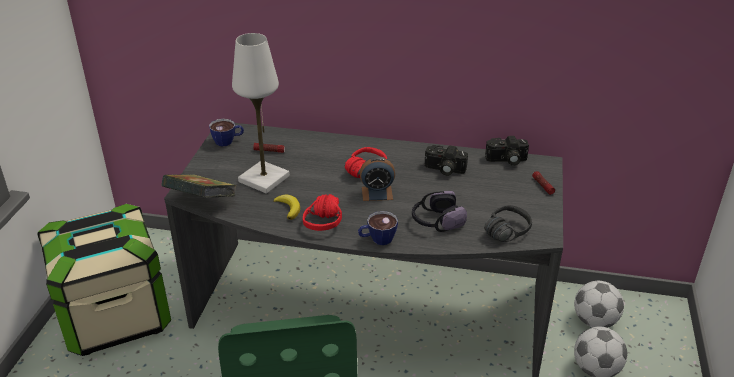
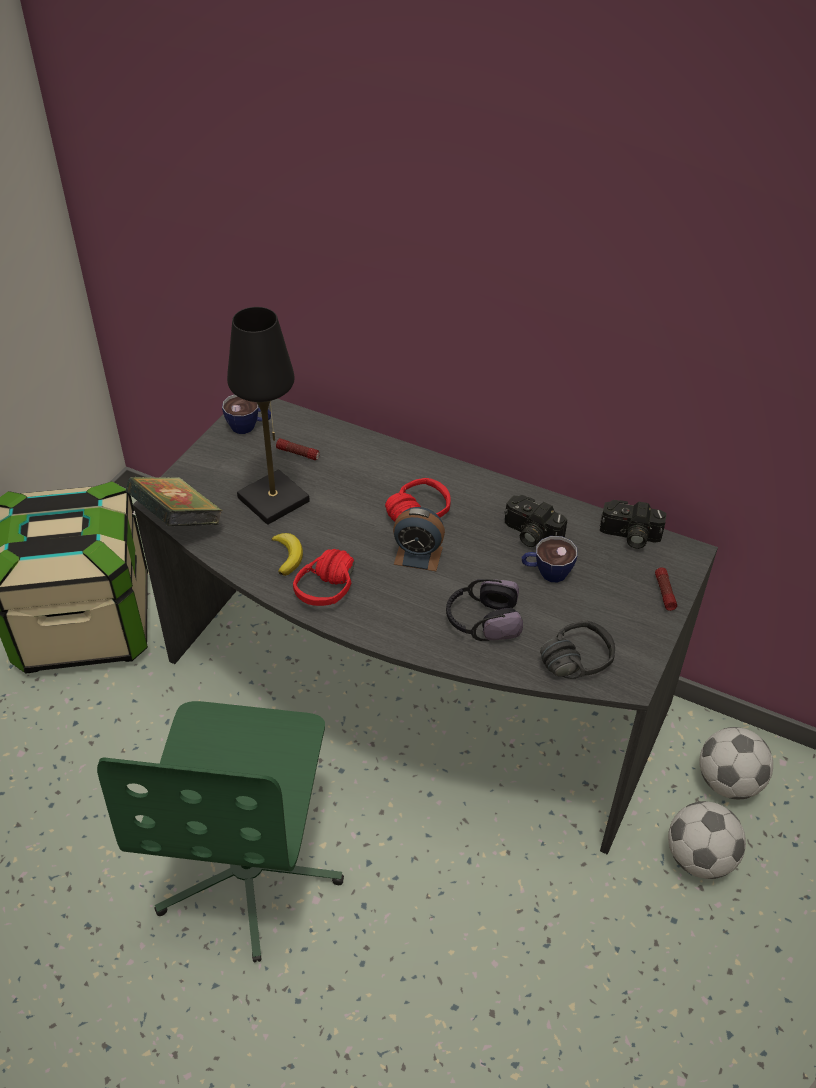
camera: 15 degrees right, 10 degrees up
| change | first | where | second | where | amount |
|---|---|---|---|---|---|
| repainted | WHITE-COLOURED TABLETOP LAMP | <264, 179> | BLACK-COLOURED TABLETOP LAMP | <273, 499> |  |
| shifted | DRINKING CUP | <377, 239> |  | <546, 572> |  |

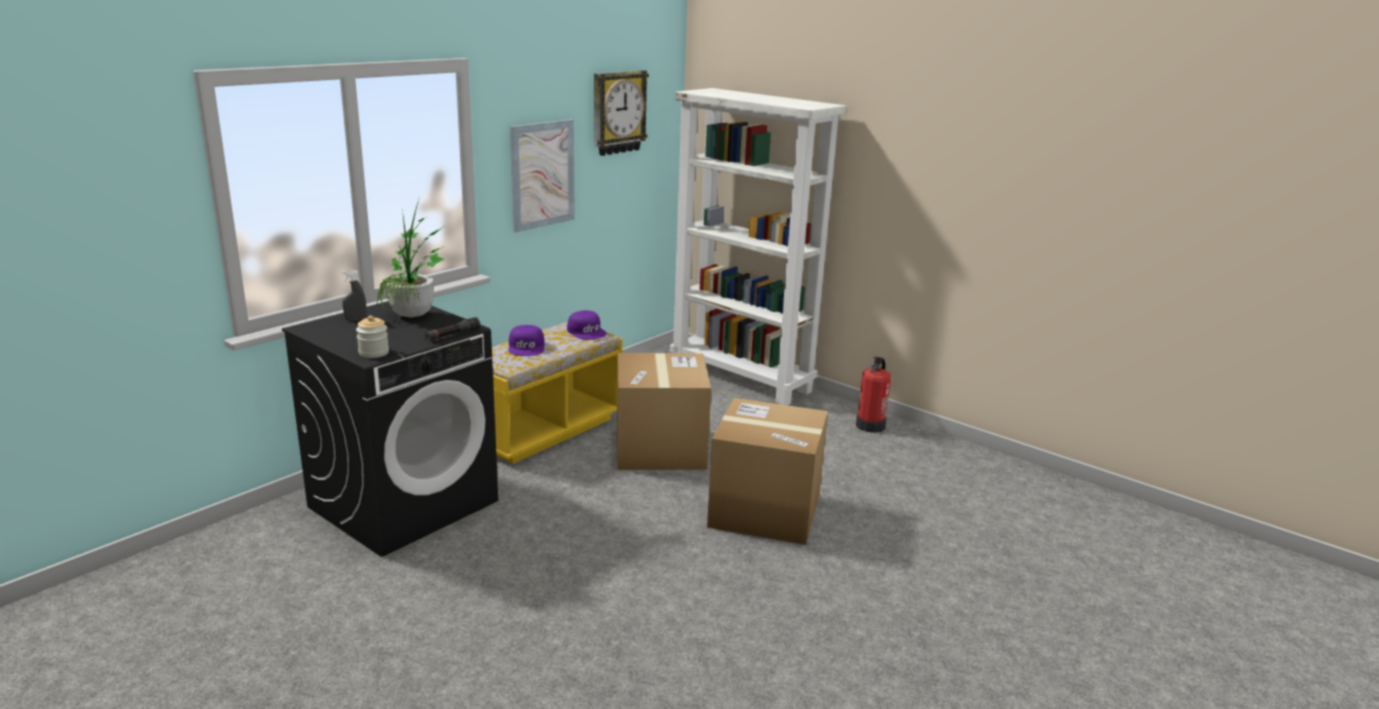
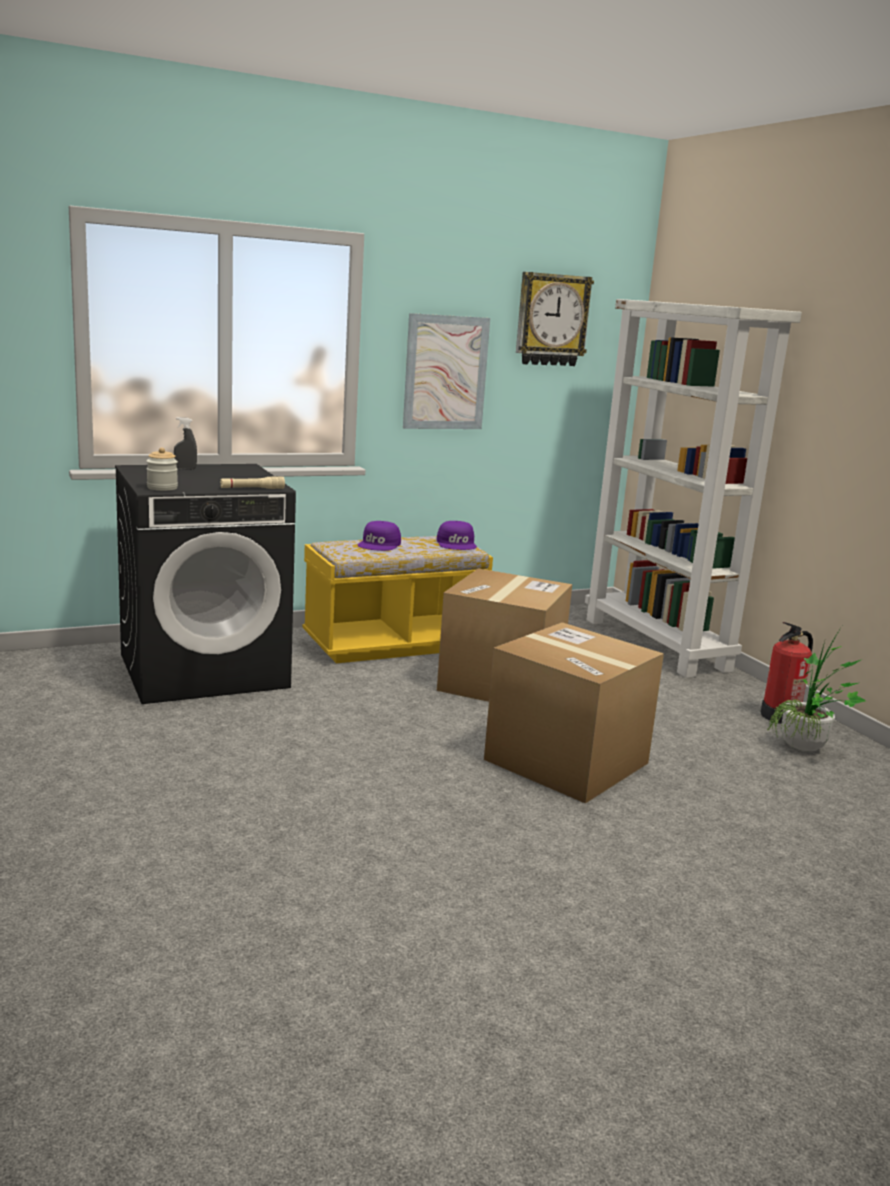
camera: 25 degrees right, 5 degrees down
| change | first | where | second | where | amount |
|---|---|---|---|---|---|
| shifted | PLANT IN A POT | <414, 318> |  | <805, 752> |  |
| repainted | BLACK-COLOURED FLASHLIGHT | <452, 334> | BEIGE FLASHLIGHT | <252, 489> |  |

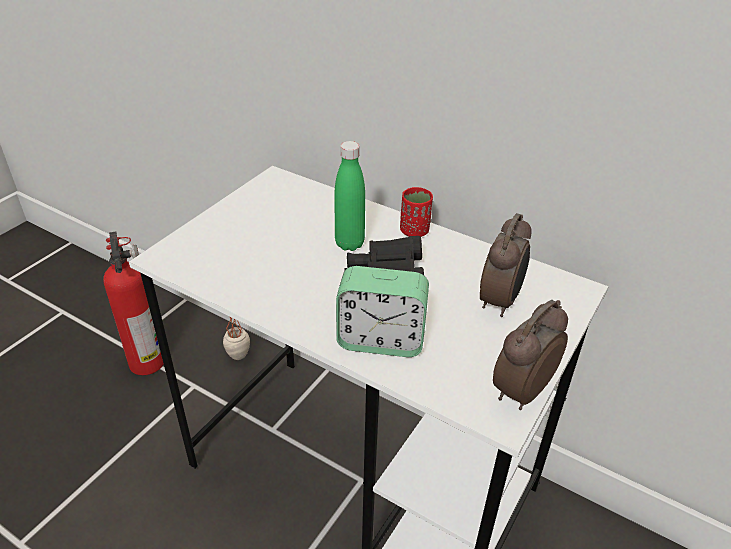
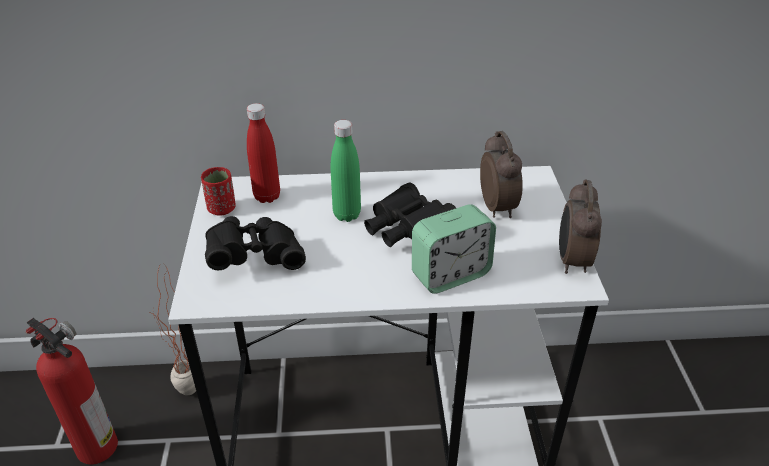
camera: 35 degrees left, 0 degrees up
| change | first | where | second | where | amount |
|---|---|---|---|---|---|
| shifted | REDDISH DRINKING CUP | <414, 231> |  | <222, 209> |  |
| new |  |  | REDDISH BEVERAGE BOTTLE | <267, 196> |  |
| new |  |  | BLACK-COLOURED PAIR OF BINOCULARS | <255, 257> |  |

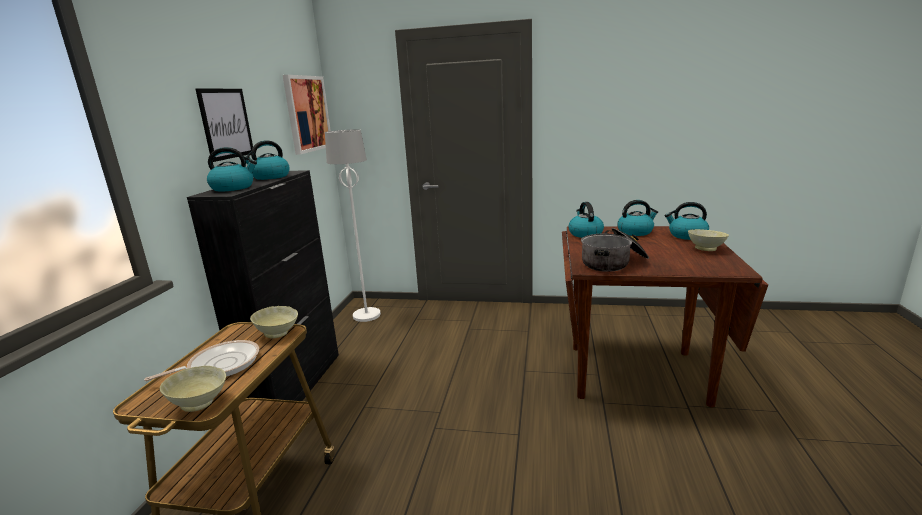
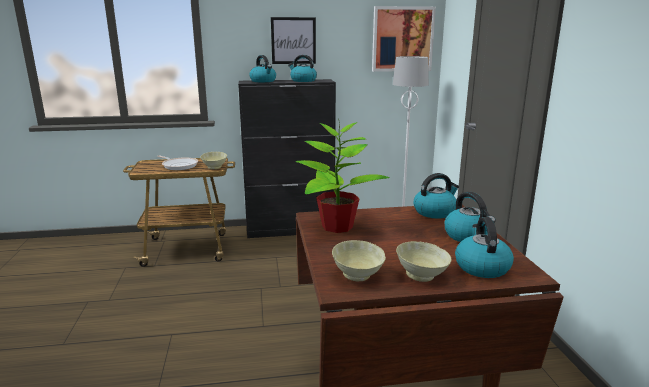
camera: 70 degrees right, 0 degrees up
| change | first | where | second | where | amount |
|---|---|---|---|---|---|
| swapped | COOKING POT | <613, 262> | PLANT IN A POT | <336, 226> |  |
| shifted | BEIGE SERVING BOWL | <200, 403> |  | <357, 276> |  |

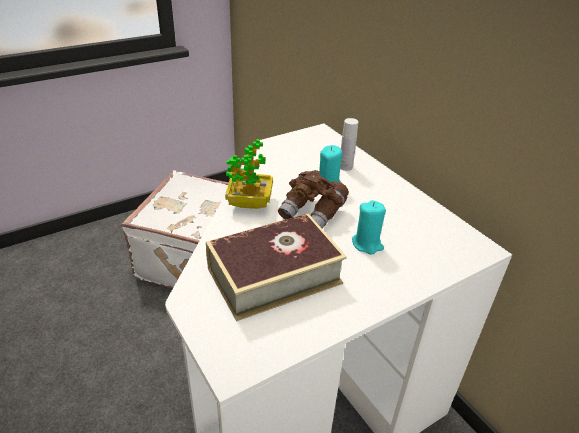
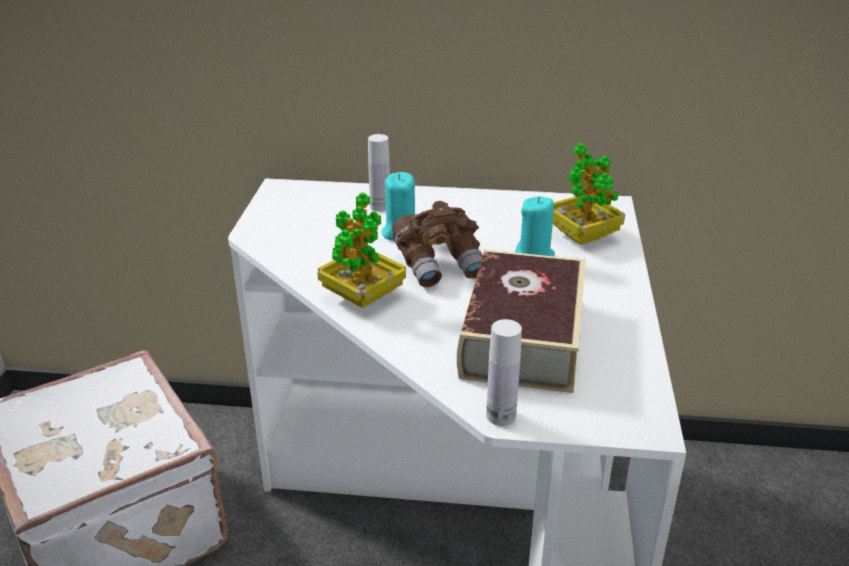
camera: 50 degrees left, 5 degrees down
| change | first | where | second | where | amount |
|---|---|---|---|---|---|
| new |  |  | PLANT IN A POT | <582, 236> |  |
| new |  |  | WHITE-COLOURED BEVERAGE BOTTLE | <501, 416> |  |

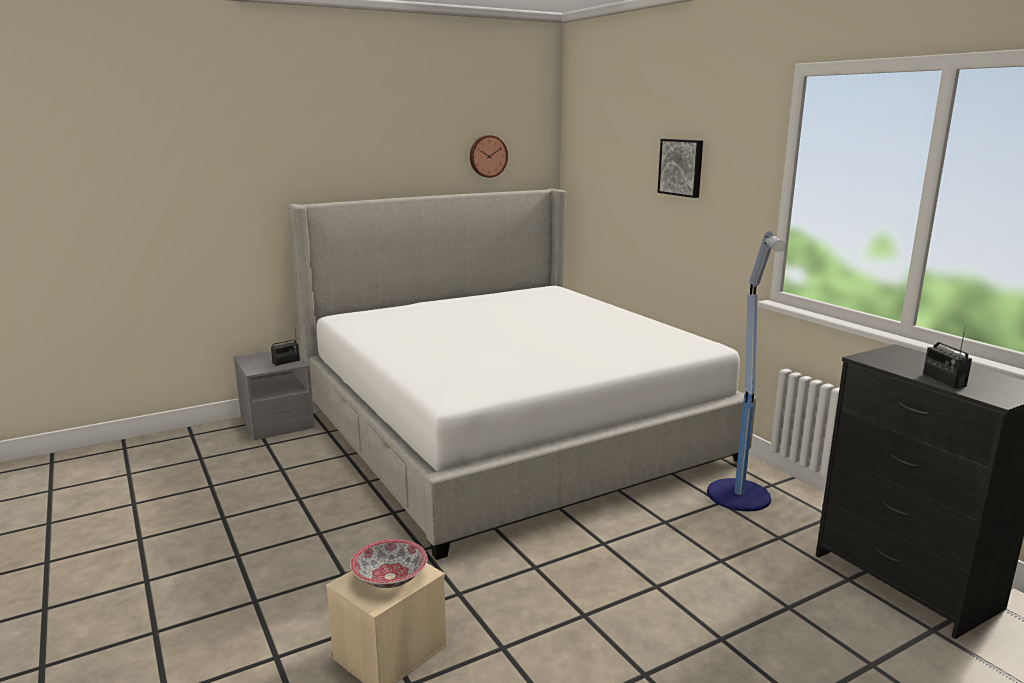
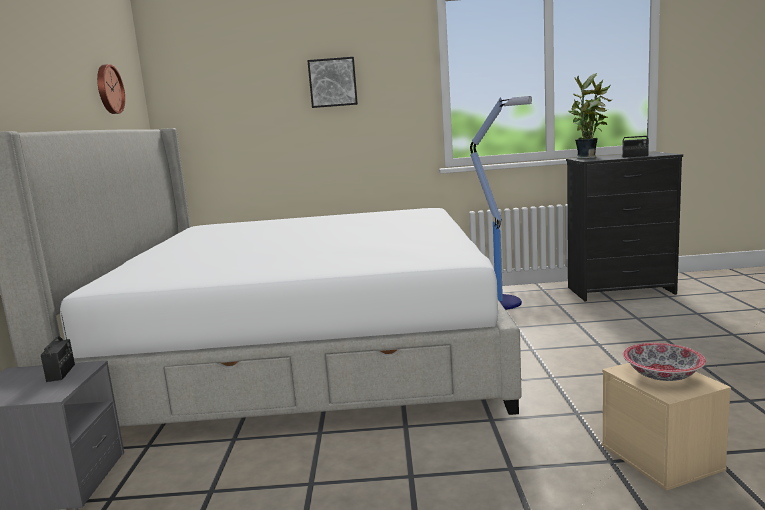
camera: 60 degrees left, 5 degrees down
| change | first | where | second | where | amount |
|---|---|---|---|---|---|
| new |  |  | PLANT IN A POT | <588, 158> |  |

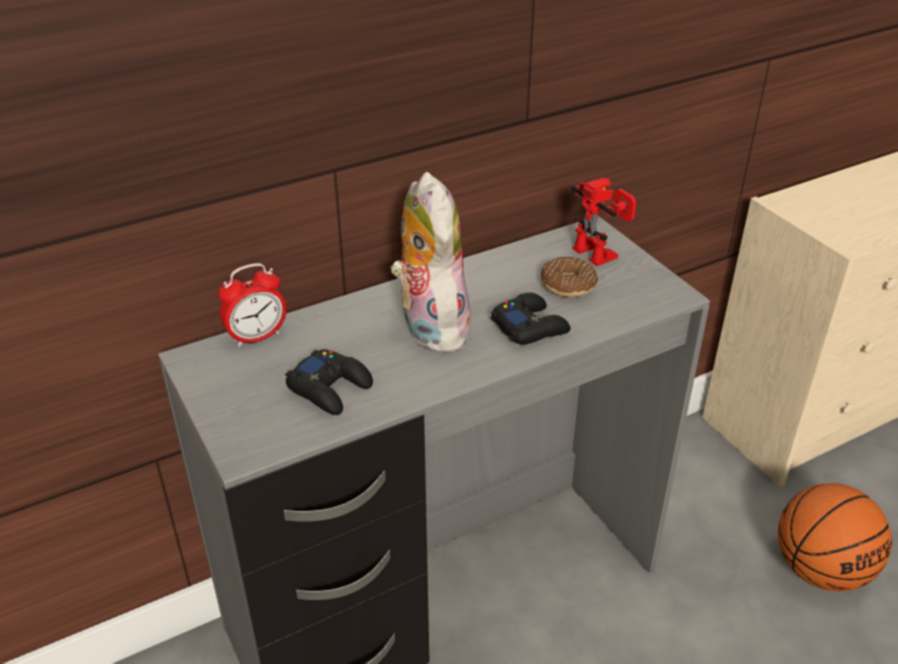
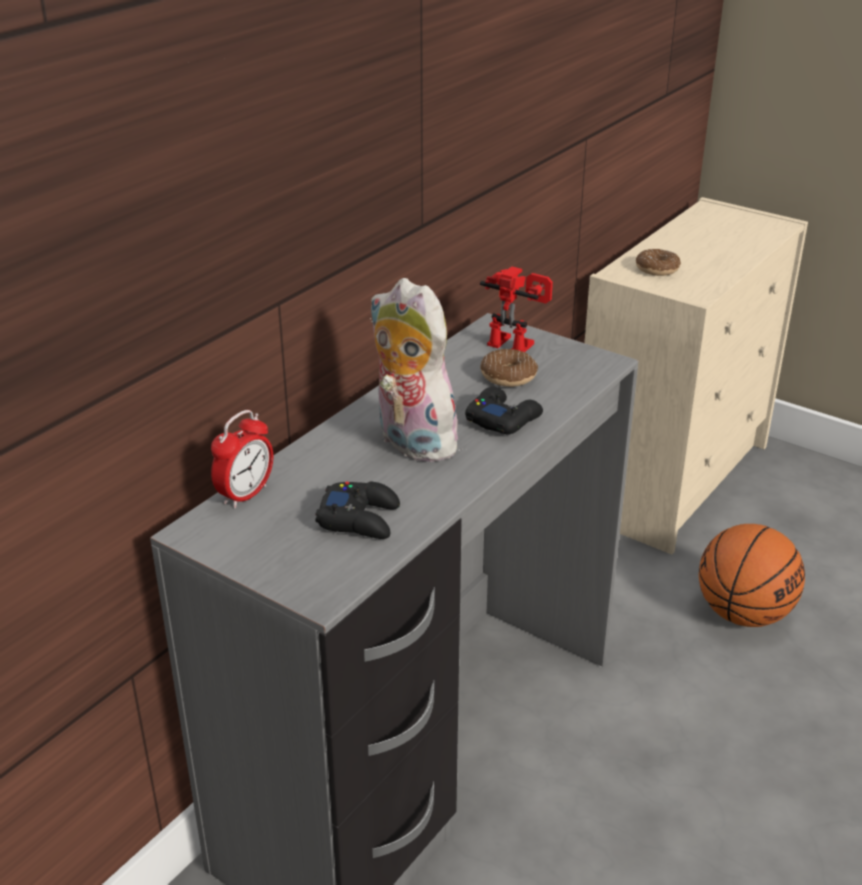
camera: 25 degrees left, 5 degrees down
| change | first | where | second | where | amount |
|---|---|---|---|---|---|
| new |  |  | DOUGHNUT | <657, 269> |  |

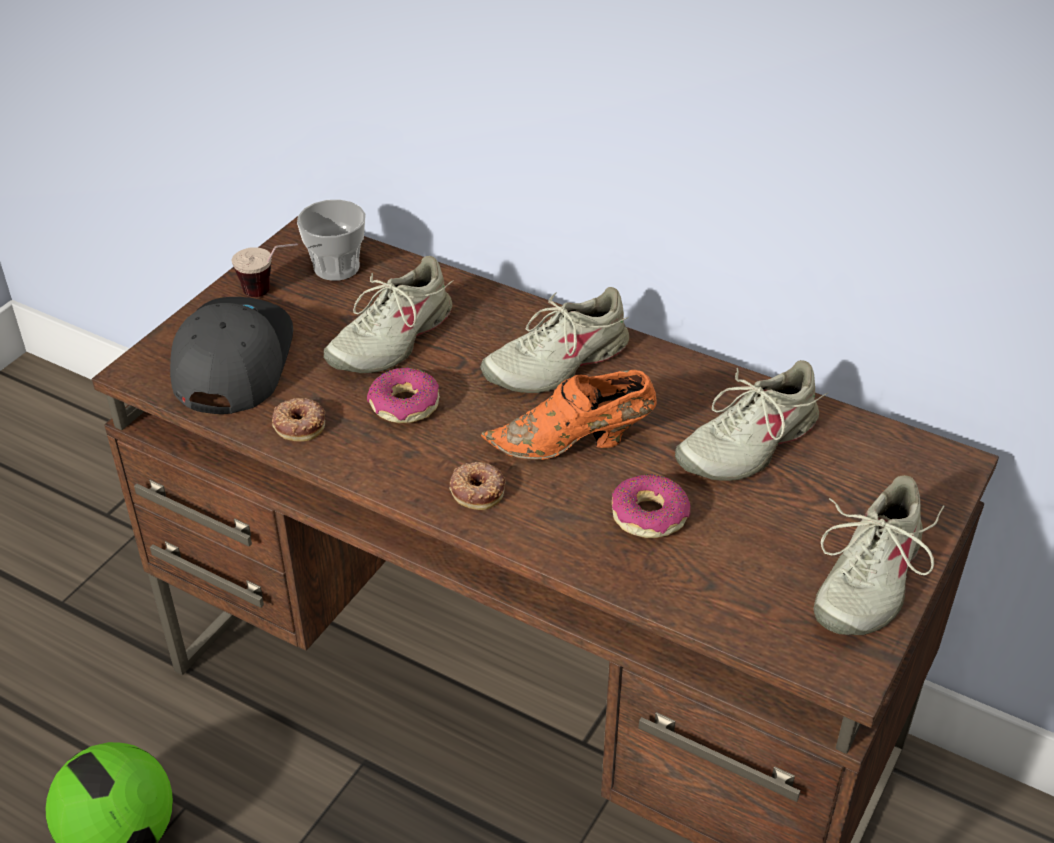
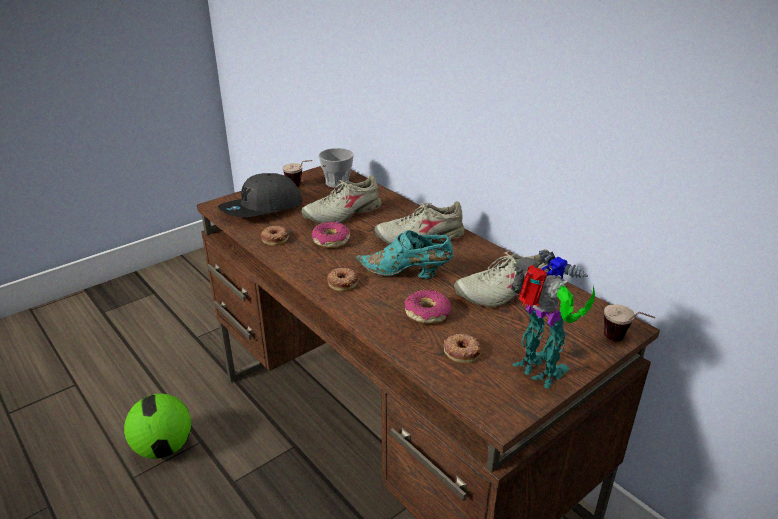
camera: 20 degrees right, 10 degrees down
| change | first | where | second | where | amount |
|---|---|---|---|---|---|
| rotated | GRAY CAP | <231, 361> |  | <262, 209> | 150 degrees counterclockwise |
| repainted | ORANGE SHOE | <575, 444> | TURQUOISE-COLOURED SHOE | <407, 273> |  |
| swapped | BEIGE SHOE | <867, 579> | TOY ROBOT | <539, 372> |  |
| new |  |  | DRINKING CUP | <623, 342> |  |
| new |  |  | DOUGHNUT | <462, 351> |  |

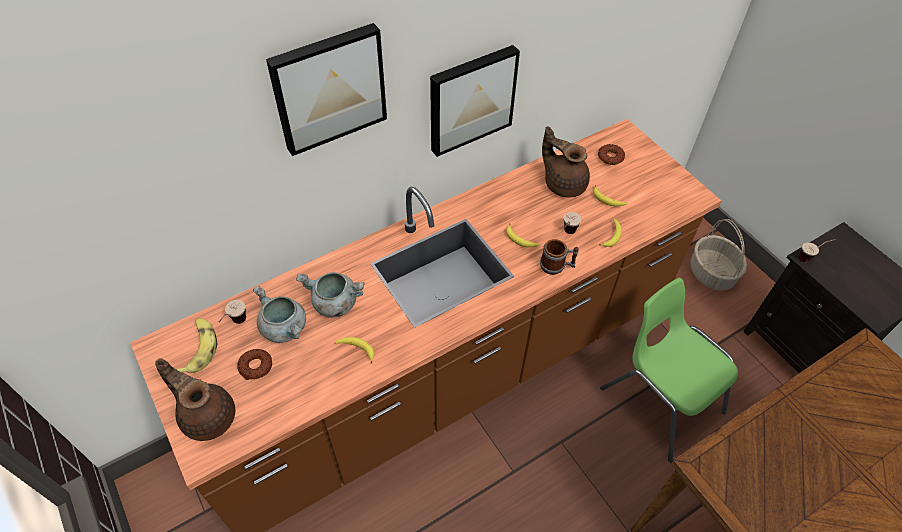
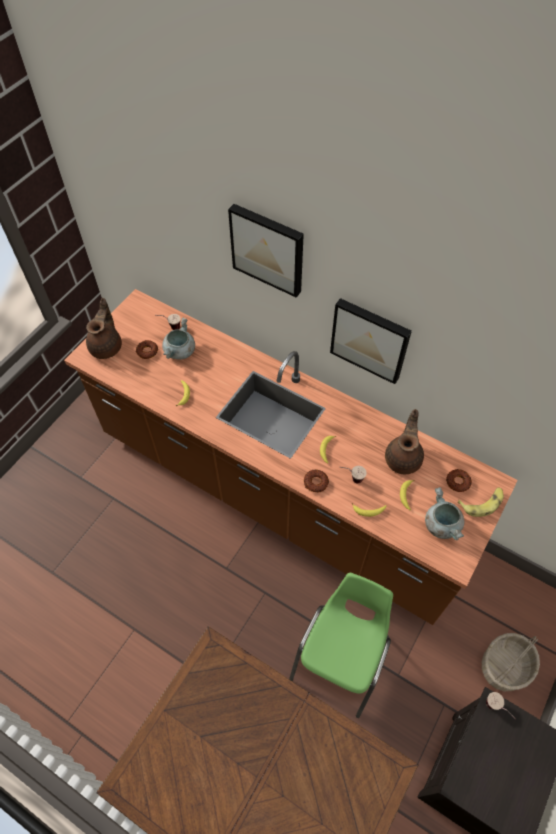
camera: 65 degrees right, 5 degrees up
| change | first | where | second | where | amount |
|---|---|---|---|---|---|
| swapped | MUG | <557, 266> | DOUGHNUT | <316, 482> |  |
| shifted | GRAY COOKING POT | <334, 304> |  | <441, 524> |  |
| shifted | BANANA FRUIT | <199, 348> |  | <482, 503> |  |

